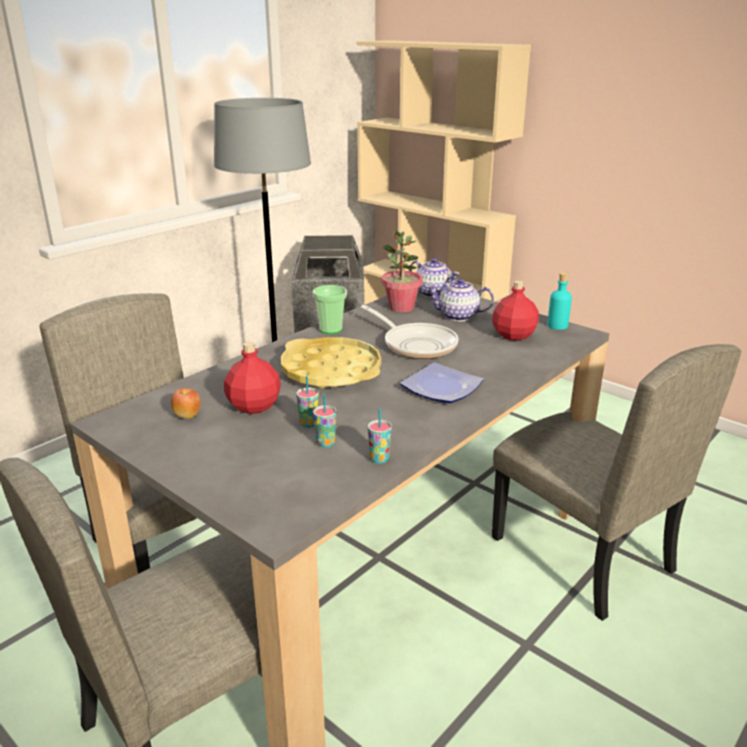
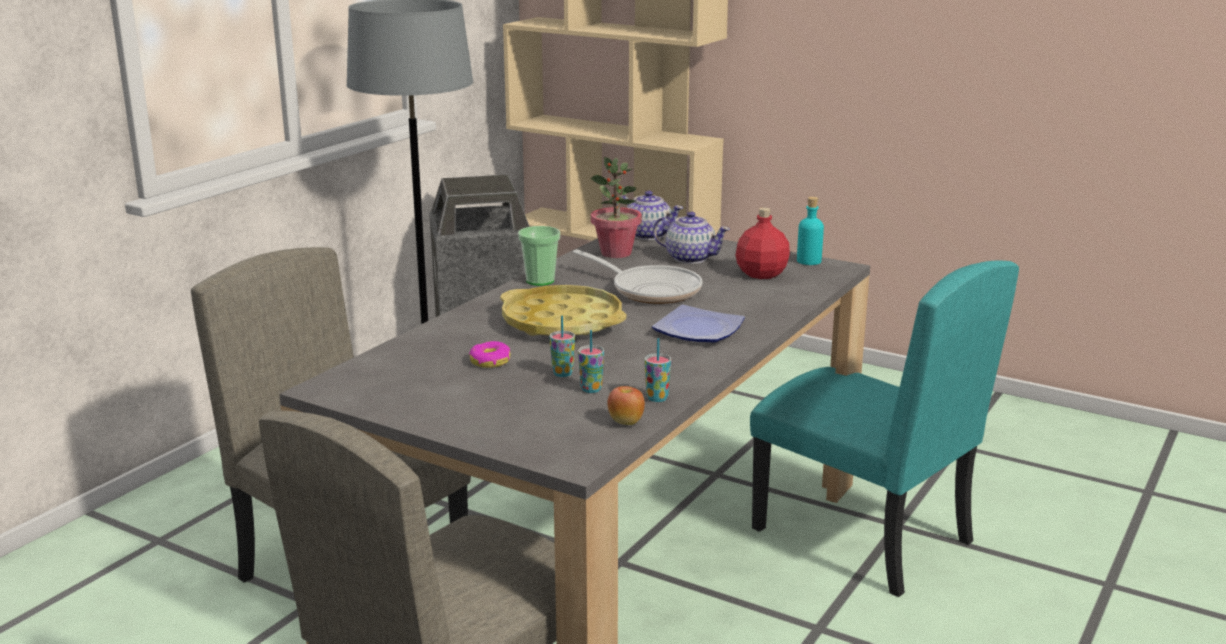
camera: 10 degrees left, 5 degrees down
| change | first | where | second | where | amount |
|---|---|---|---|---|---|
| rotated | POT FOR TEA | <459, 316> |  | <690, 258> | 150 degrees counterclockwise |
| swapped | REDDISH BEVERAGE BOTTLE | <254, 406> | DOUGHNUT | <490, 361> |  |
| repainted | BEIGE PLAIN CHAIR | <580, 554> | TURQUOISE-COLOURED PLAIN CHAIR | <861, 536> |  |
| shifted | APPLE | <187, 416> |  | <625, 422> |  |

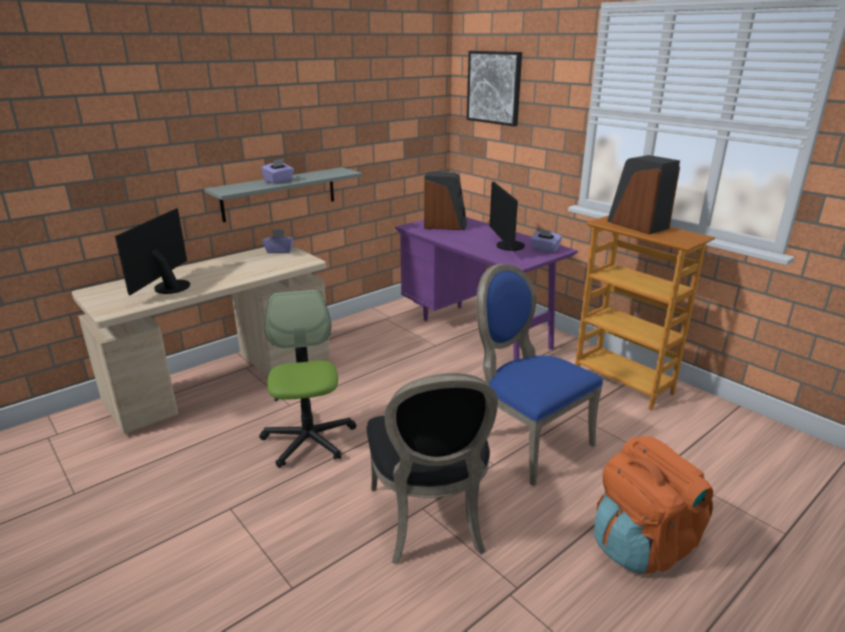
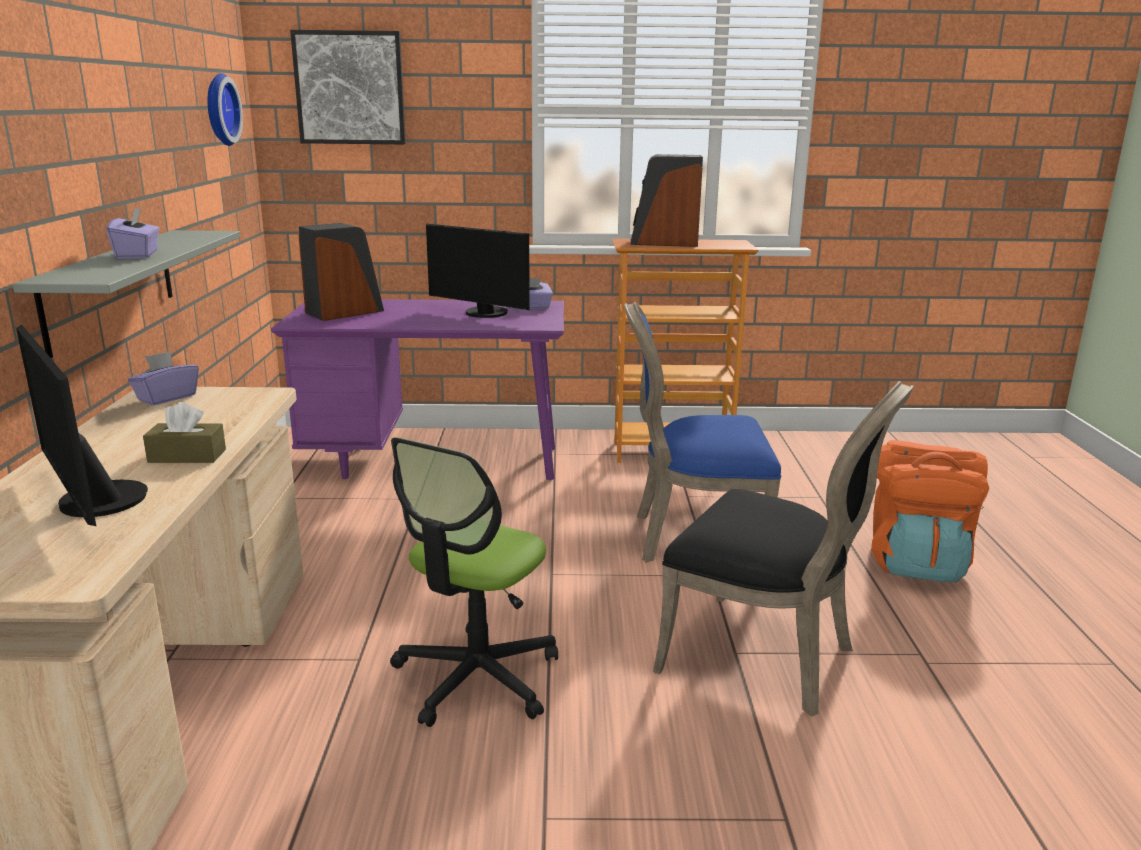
camera: 50 degrees left, 5 degrees down
| change | first | where | second | where | amount |
|---|---|---|---|---|---|
| rotated | DESK CHAIR | <309, 440> |  | <476, 677> | 90 degrees counterclockwise |
| new |  |  | WALL CLOCK | <218, 109> |  |
| new |  |  | BROWN-COLOURED TISSUE BOX | <187, 456> |  |

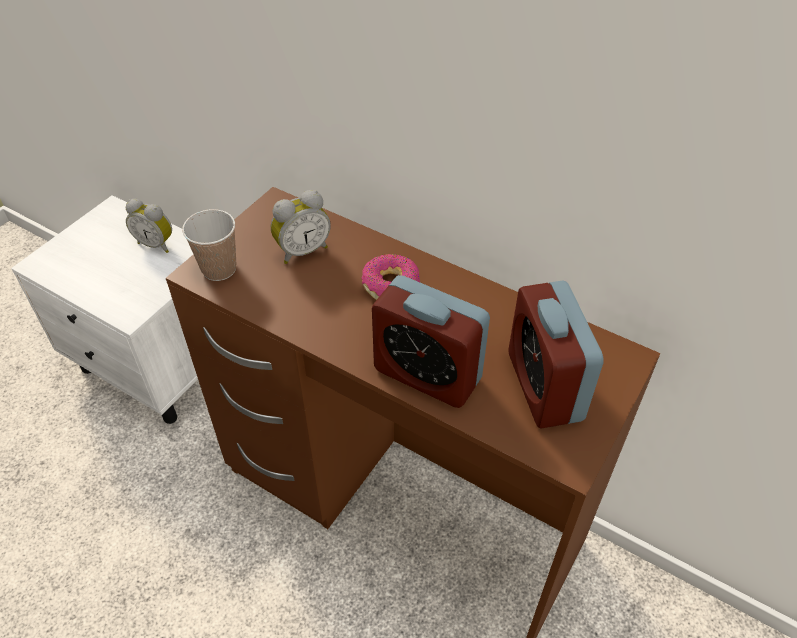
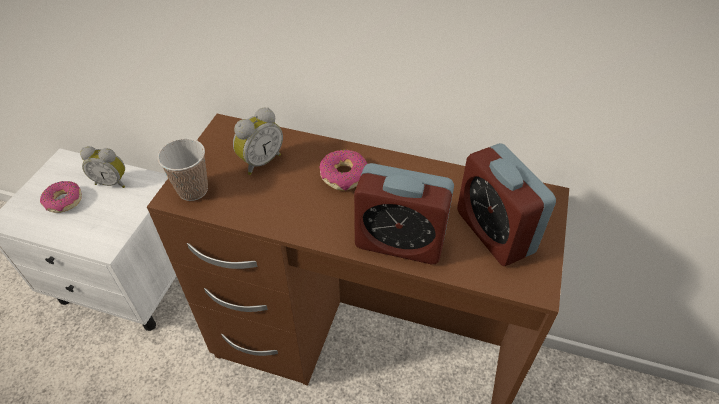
camera: 15 degrees left, 0 degrees up
| change | first | where | second | where | amount |
|---|---|---|---|---|---|
| new |  |  | DOUGHNUT | <64, 201> |  |

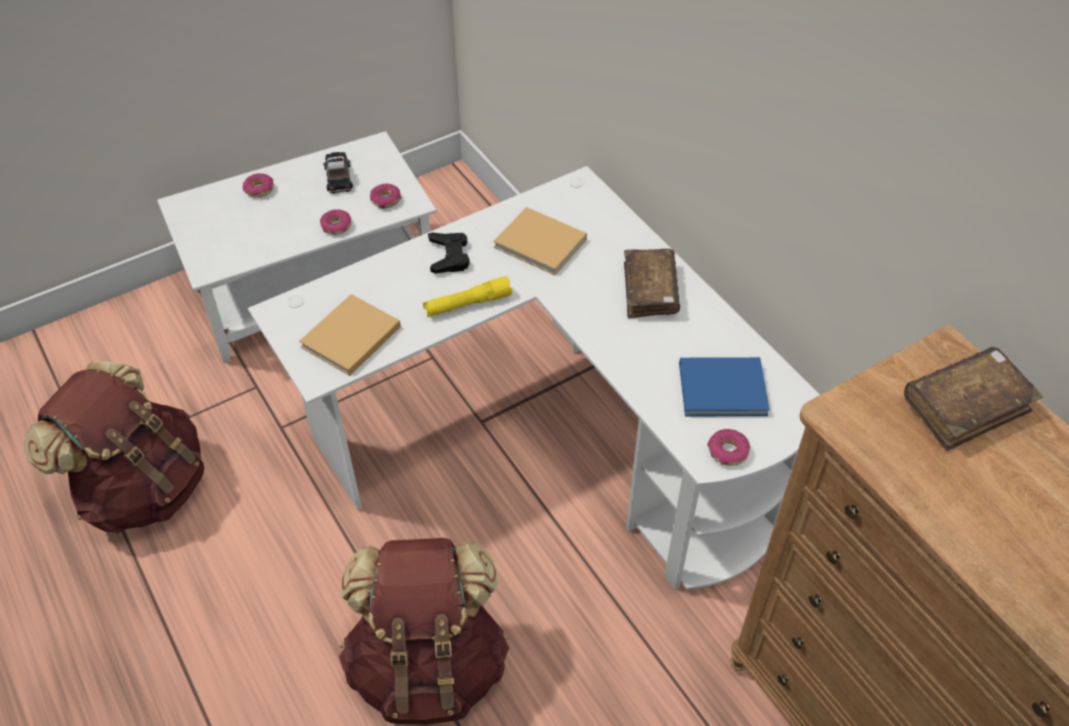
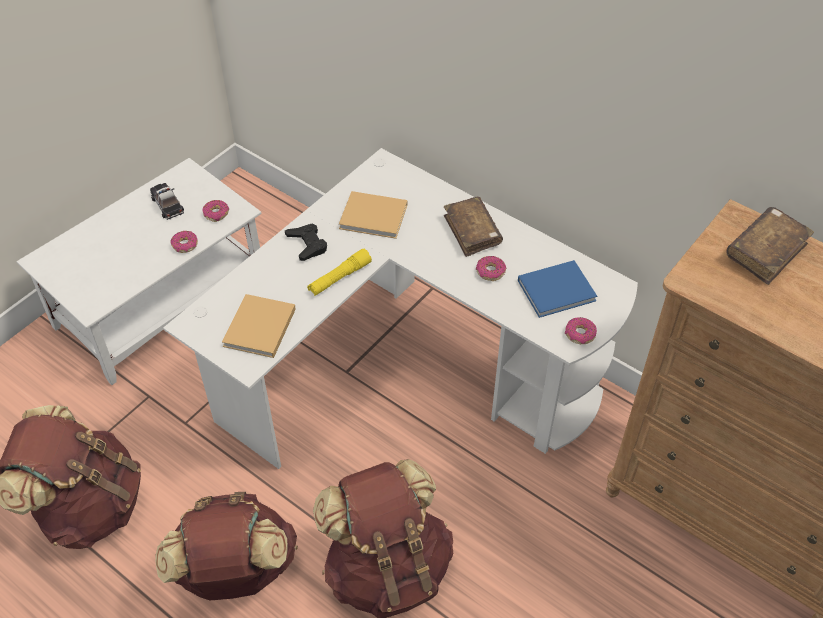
camera: 20 degrees left, 0 degrees up
| change | first | where | second | where | amount |
|---|---|---|---|---|---|
| shifted | DOUGHNUT | <259, 189> |  | <490, 272> |  |
| new |  |  | BROWN-COLOURED KNAPSACK | <235, 572> |  |

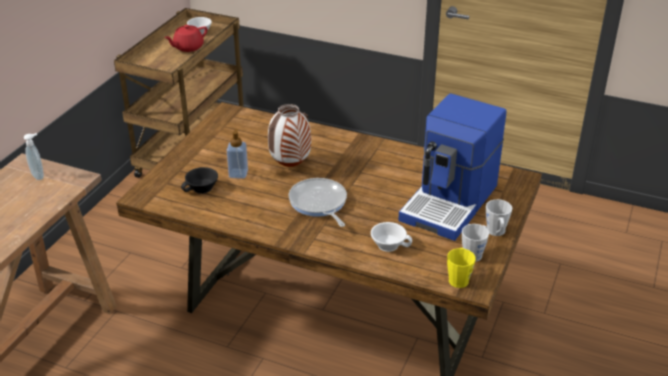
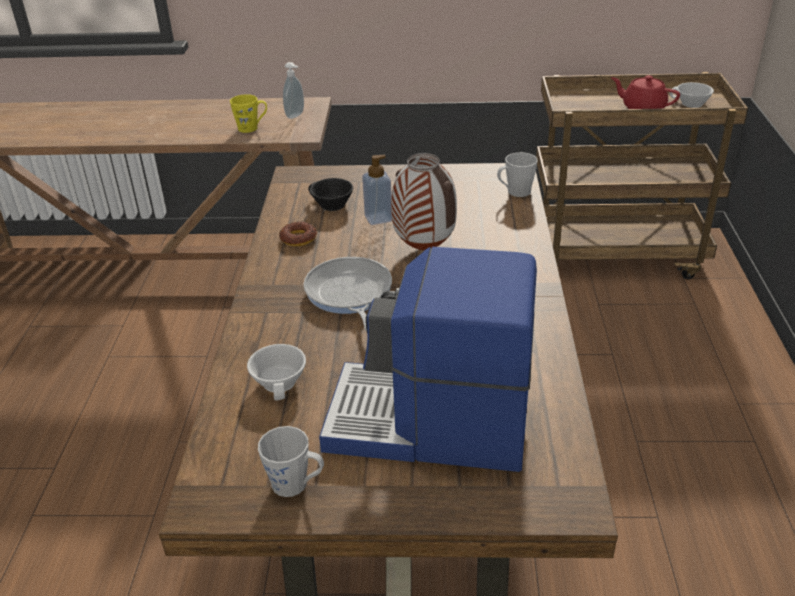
camera: 70 degrees right, 0 degrees up
| change | first | where | second | where | amount |
|---|---|---|---|---|---|
| rotated | PAN | <319, 203> |  | <349, 294> | 60 degrees counterclockwise |
| shifted | GRAY MUG | <496, 232> |  | <515, 192> |  |
| shifted | YELLOW MUG | <458, 278> |  | <252, 128> |  |
| new |  |  | DOUGHNUT | <298, 238> |  |

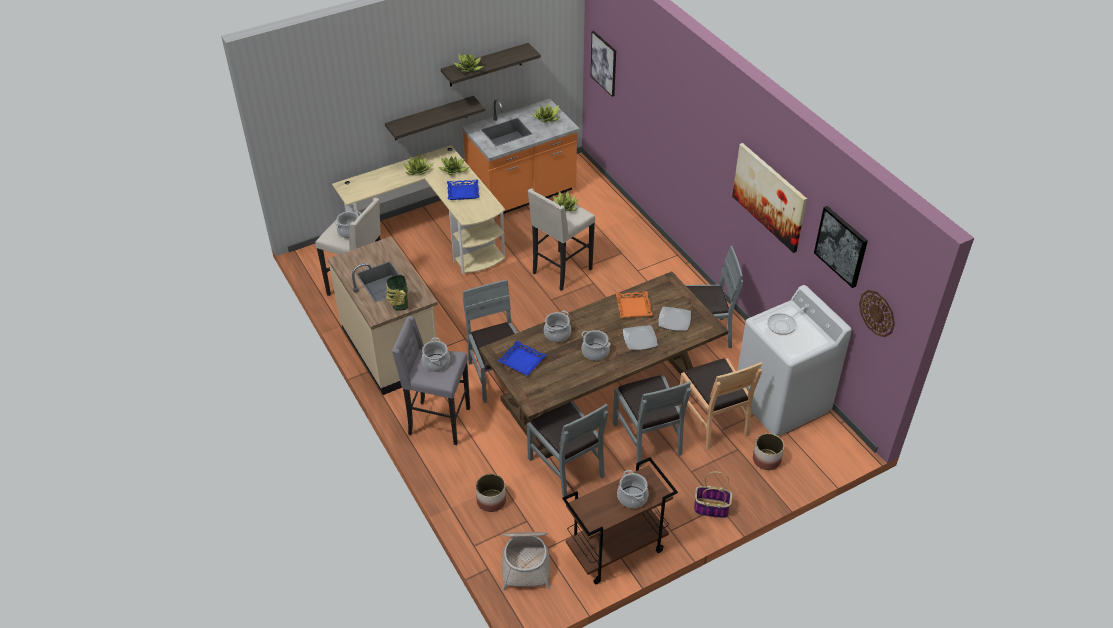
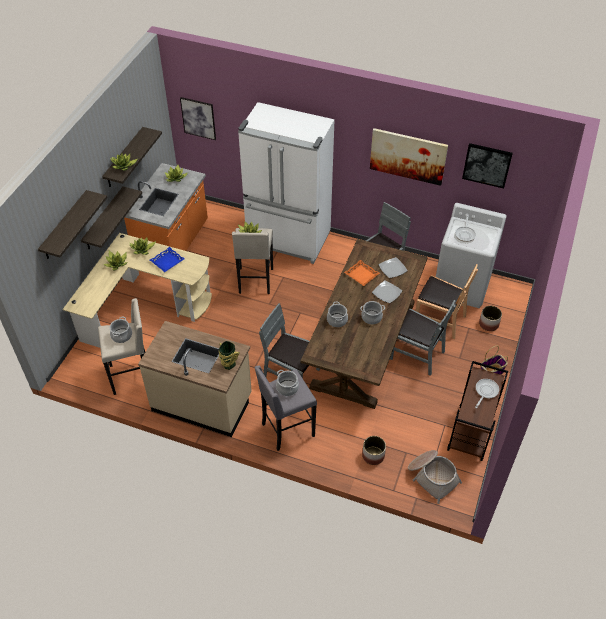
camera: 40 degrees left, 5 degrees up
| change | first | where | second | where | amount |
|---|---|---|---|---|---|
| gone | WALL CLOCK | <877, 313> |  |  |  |
| gone | BLUISH TRAY | <522, 361> |  |  |  |
| gone | GRAY PLAIN CHAIR | <566, 466> |  |  |  |
| swapped | COOKING POT | <632, 497> | PAN | <485, 391> |  |
| new |  |  | WHITE-COLOURED REFRIGERATOR | <288, 240> |  |
| new |  |  | BRACKET SHELF | <65, 226> |  |

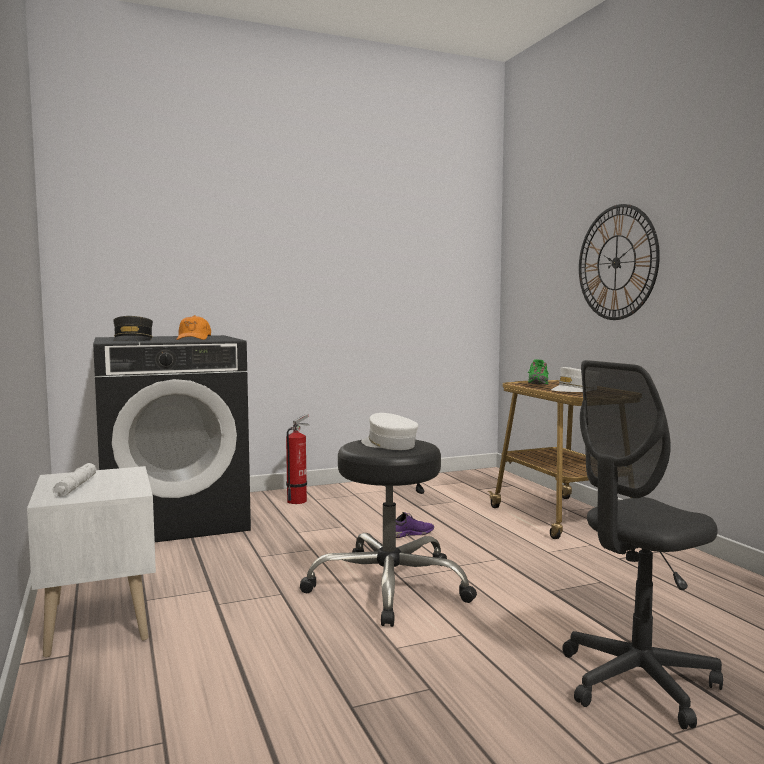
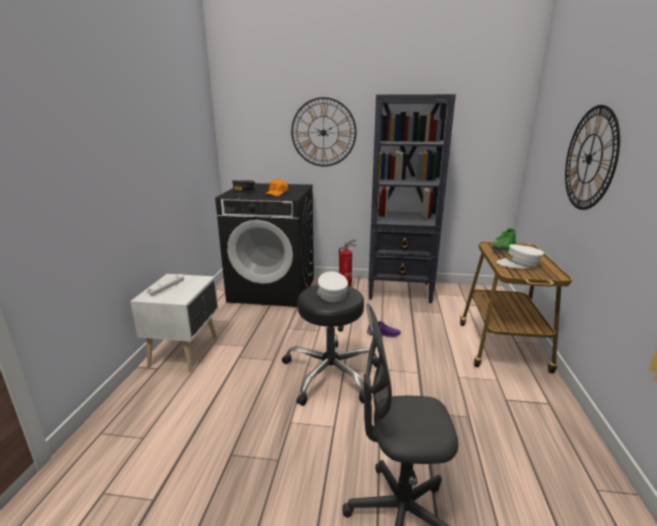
camera: 30 degrees right, 15 degrees up
| change | first | where | second | where | amount |
|---|---|---|---|---|---|
| new |  |  | BLACK-COLOURED BOOKSHELF | <400, 291> |  |
| new |  |  | WALL CLOCK | <323, 132> |  |

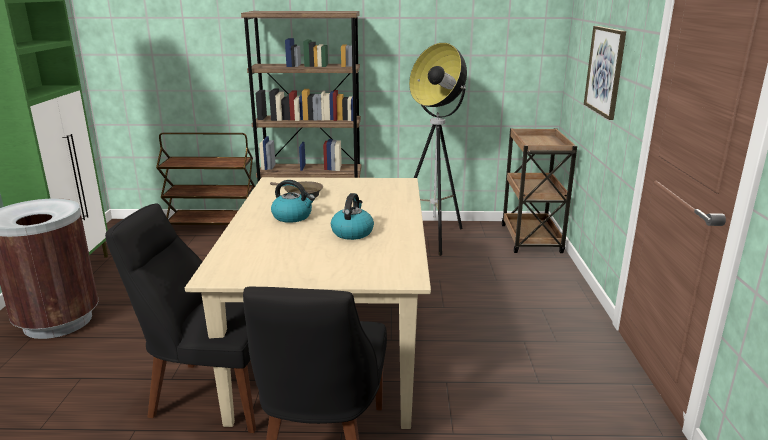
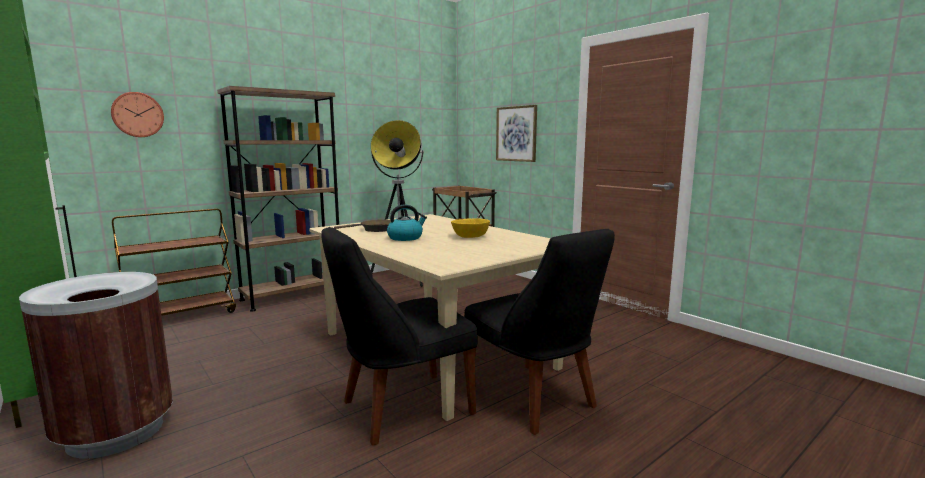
camera: 40 degrees left, 10 degrees down
| change | first | where | second | where | amount |
|---|---|---|---|---|---|
| swapped | TEA KETTLE | <352, 232> | YELLOW SERVING BOWL | <470, 236> |  |
| new |  |  | WALL CLOCK | <137, 115> |  |

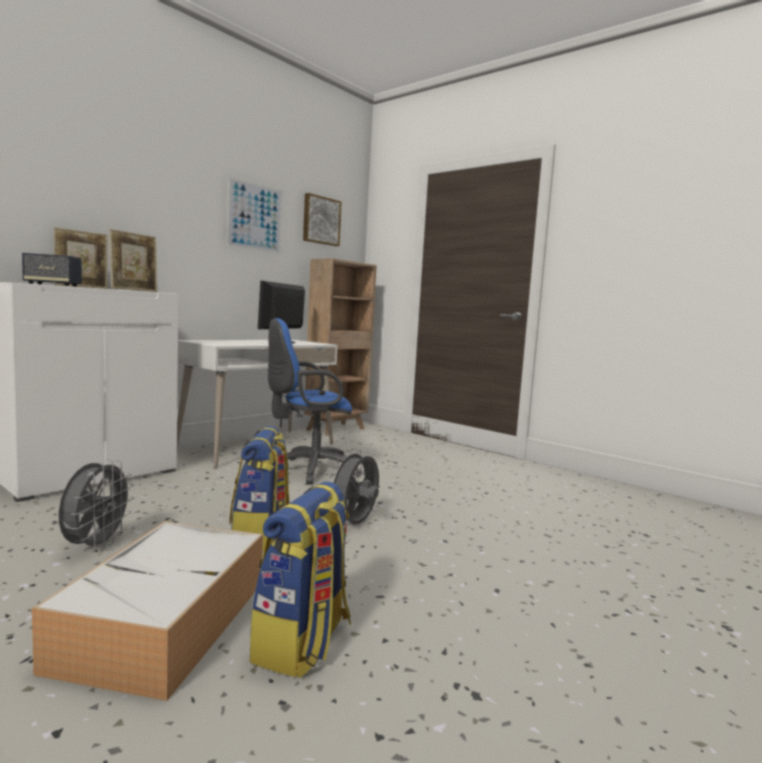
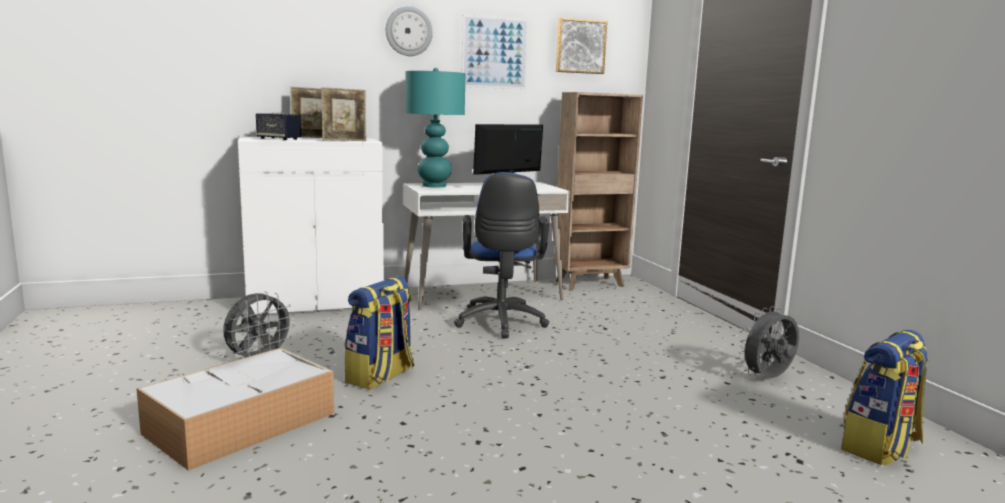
camera: 30 degrees right, 5 degrees up
| change | first | where | second | where | amount |
|---|---|---|---|---|---|
| rotated | BLUISH DESK CHAIR | <308, 470> |  | <500, 324> | 105 degrees counterclockwise |
| shifted | GRAY COOLING FAN | <354, 525> |  | <768, 379> |  |
| shifted | KNAPSACK | <303, 643> |  | <880, 448> |  |
| new |  |  | WALL CLOCK | <408, 31> |  |
| new |  |  | TURQUOISE-COLOURED TABLETOP LAMP | <434, 186> |  |

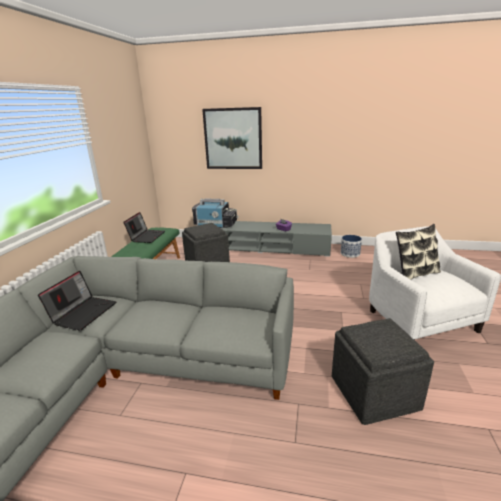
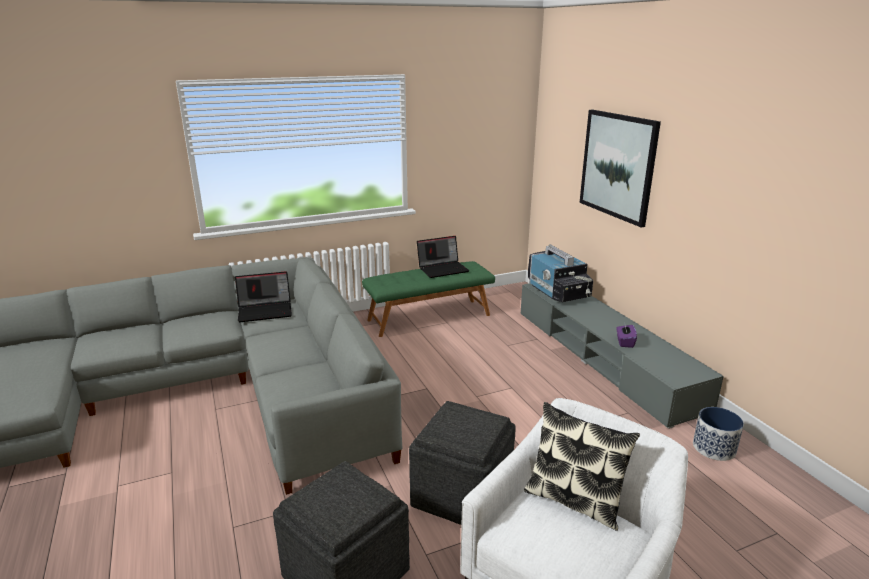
camera: 55 degrees right, 0 degrees up
| change | first | where | second | where | amount |
|---|---|---|---|---|---|
| shifted | GRAY OTTOMAN | <207, 262> |  | <463, 493> |  |

